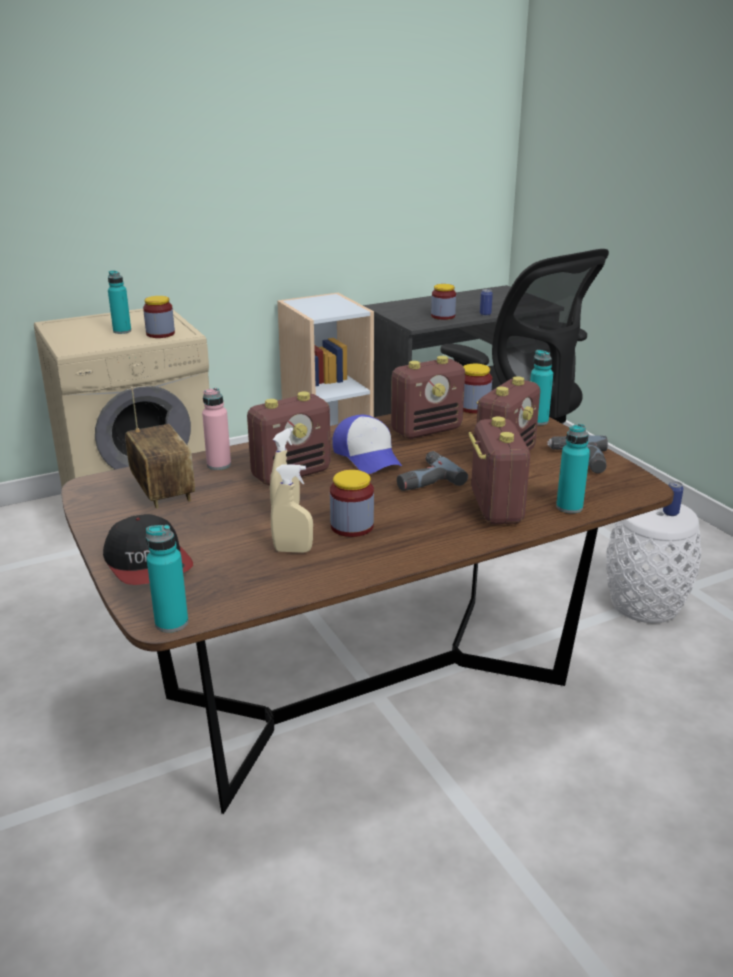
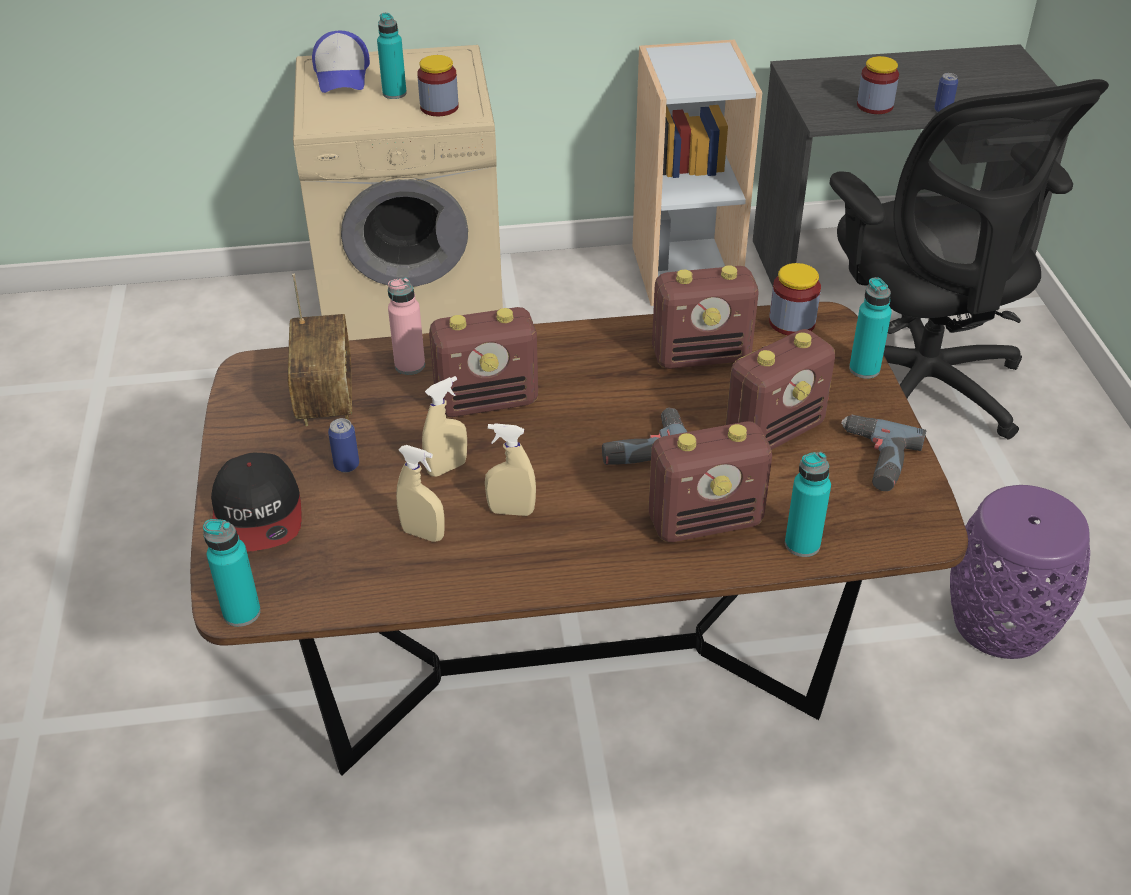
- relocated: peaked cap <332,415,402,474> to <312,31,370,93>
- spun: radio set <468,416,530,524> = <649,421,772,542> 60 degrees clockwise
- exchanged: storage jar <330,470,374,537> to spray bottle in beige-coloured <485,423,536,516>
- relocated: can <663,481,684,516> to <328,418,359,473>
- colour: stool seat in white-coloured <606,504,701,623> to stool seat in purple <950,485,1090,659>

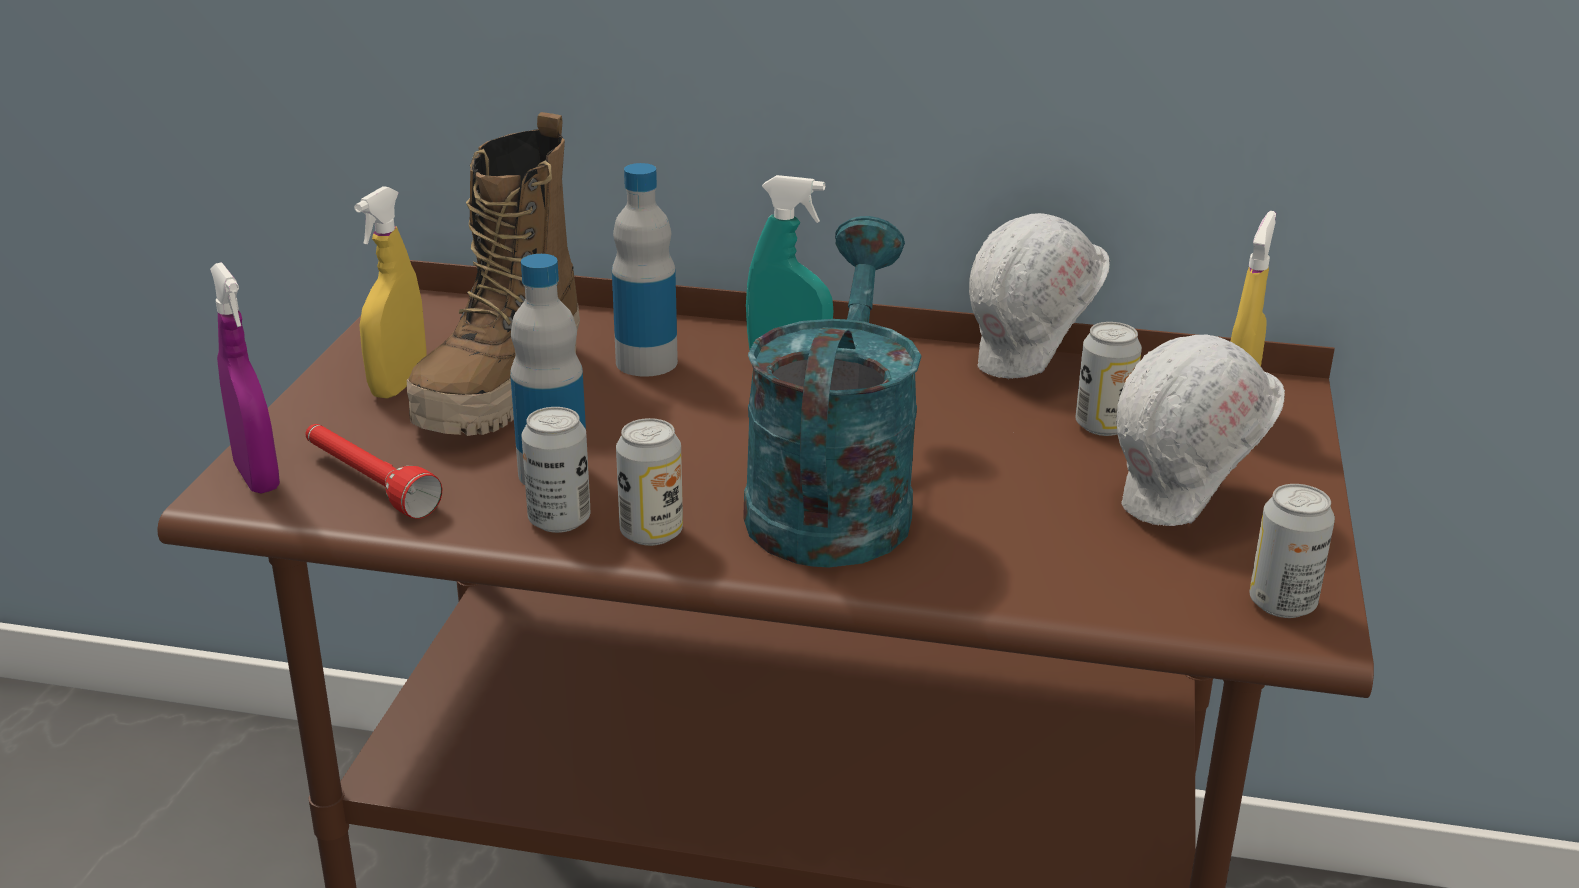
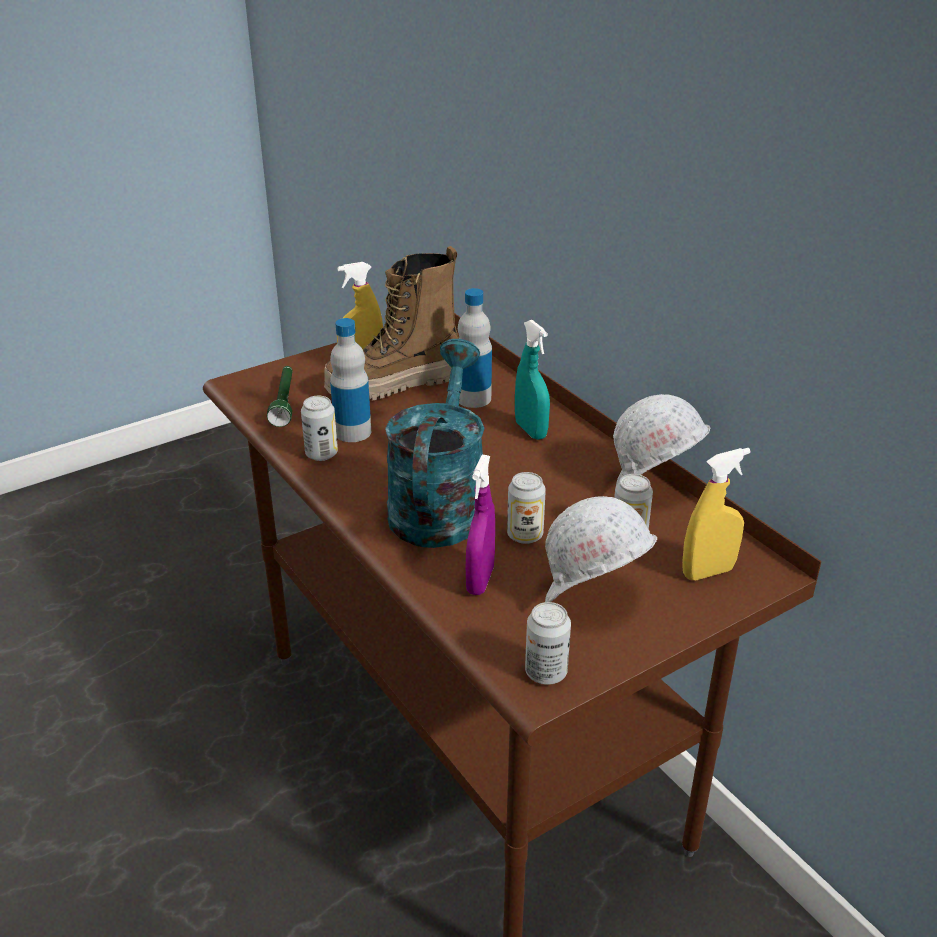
- spun: watering pot in turquoise-coloured <743,216,921,568> = <385,339,485,548> 45 degrees counterclockwise
- relocated: spray bottle in purple <210,262,280,493> to <466,455,495,595>
- relocated: can <616,418,683,546> to <507,472,546,544>
- colour: hand torch in red-coloured <306,424,442,519> to hand torch in greenish <267,366,293,427>

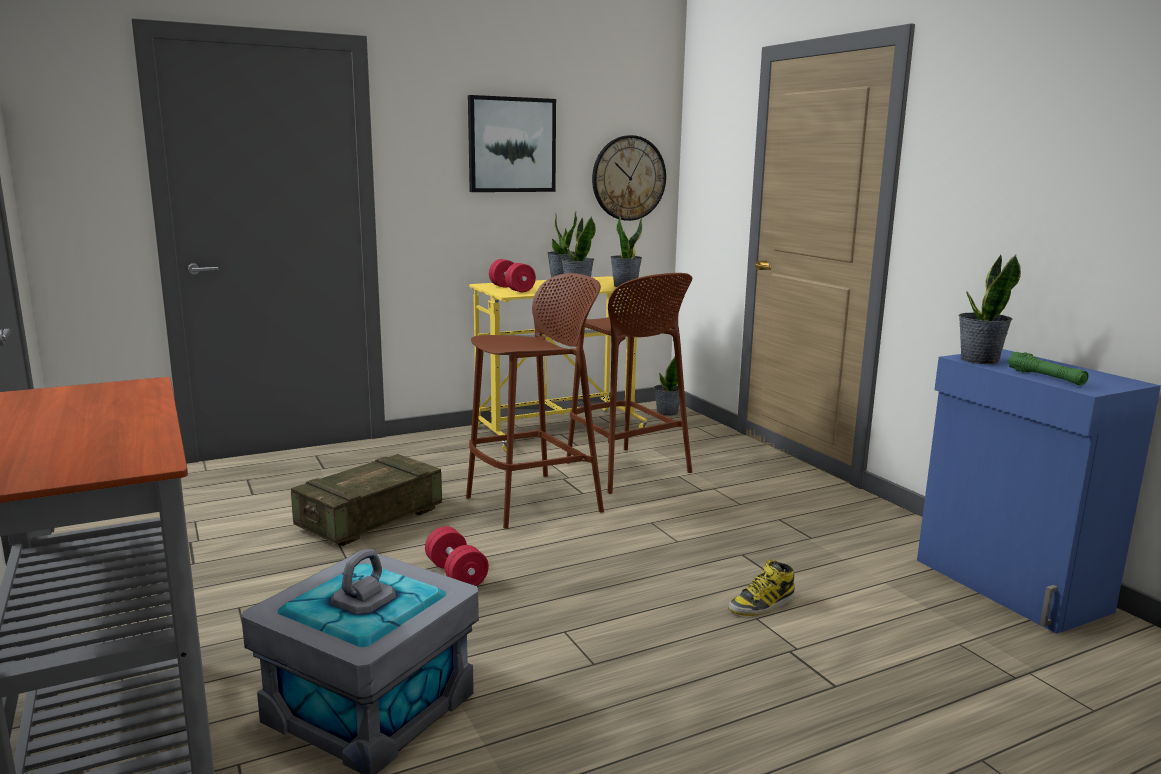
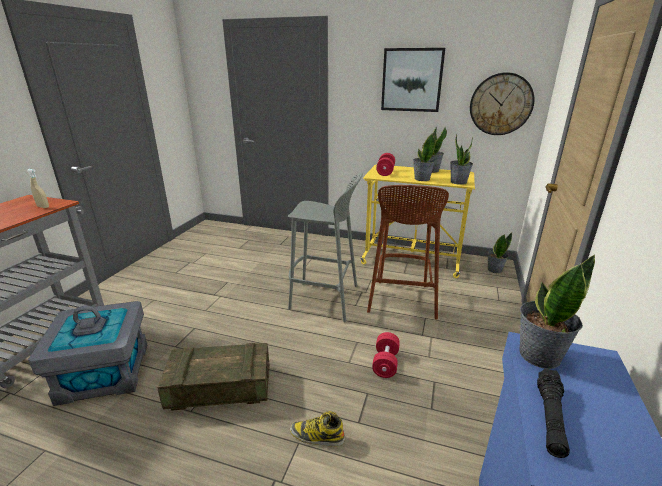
- colour: stool seat in brownish <466,273,604,528> to stool seat in gray <288,173,363,322>
- colour: hand torch in greenish <1007,352,1089,385> to hand torch in black <537,368,570,458>
- relocated: crate <291,454,442,546> to <157,343,270,411>
- relocated: free weight in red-coloured <425,526,489,586> to <372,332,400,378>
- appeared: spray bottle in beige-coloured <27,169,49,208>

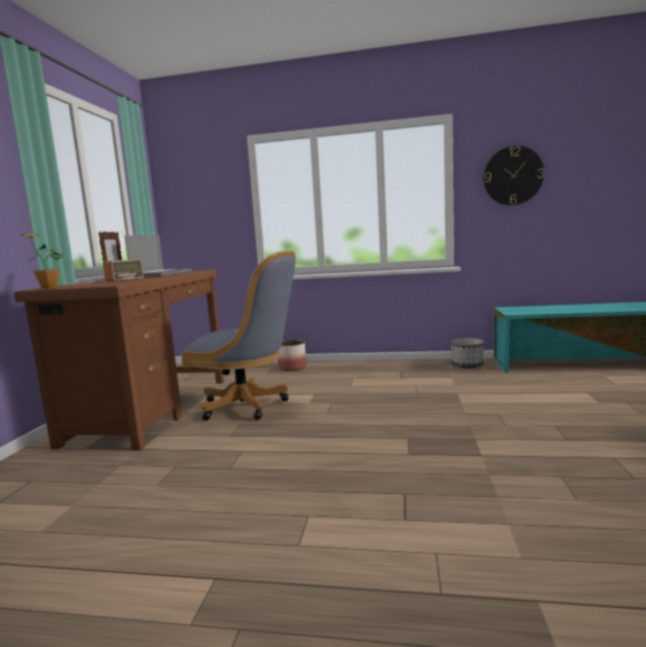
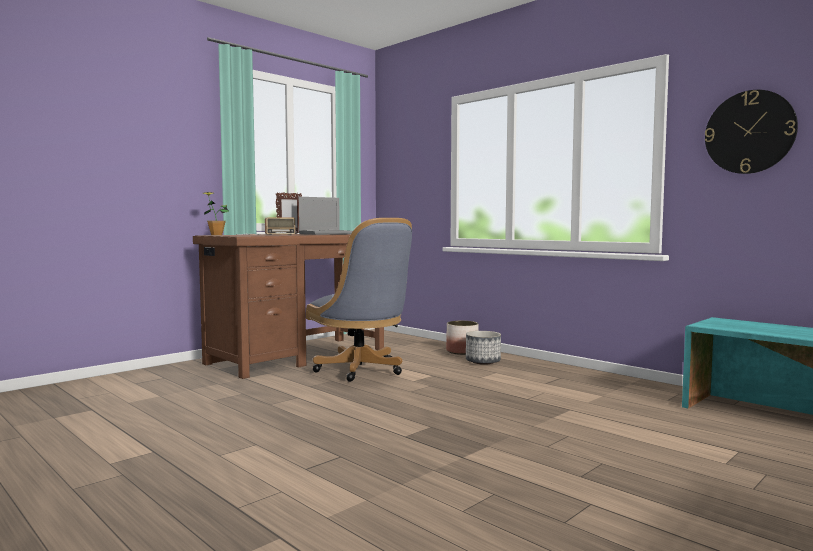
- relocated: flower pot <451,338,484,368> to <466,331,501,365>

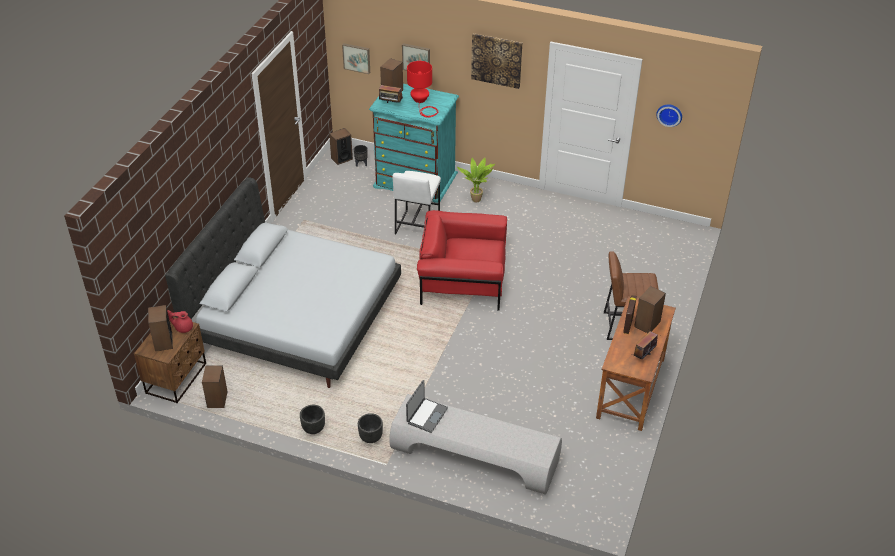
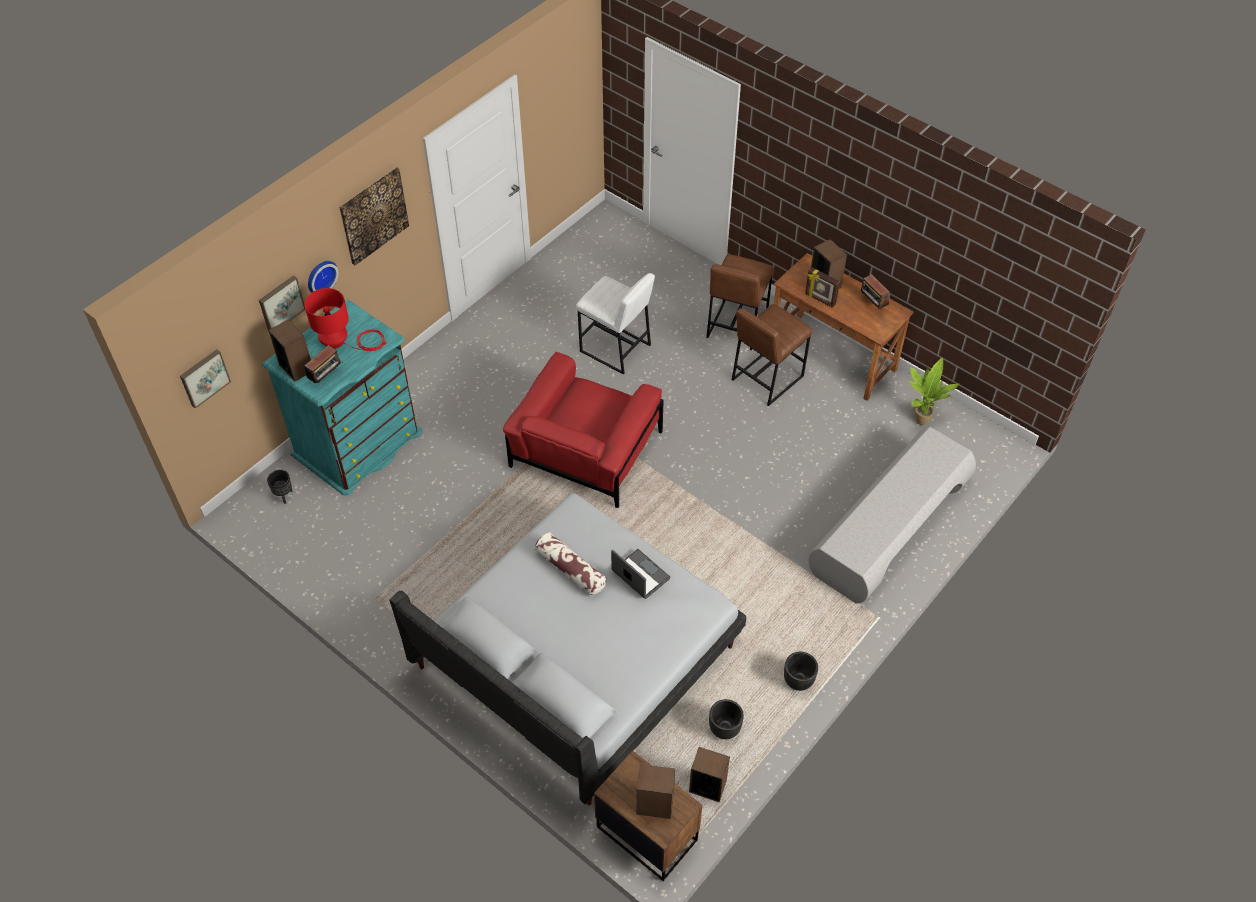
- relocated: clock on the wall <656,104,682,127> to <308,261,338,293>
- missing: audio speaker <329,128,353,165>
- relocated: potted plant <457,157,496,202> to <909,358,959,425>
- relocated: plain chair in white-coloured <392,171,441,234> to <576,273,655,375>
- missing: pot for tea in red-coloured <167,310,193,333>
- relocated: portable computer <406,380,448,433> to <611,549,670,599>
- relocated: flower pot in black <358,413,383,443> to <709,699,744,739>
- appeared: plain chair in brownish <732,304,812,406>
- appeared: throw pillow <535,533,607,595>

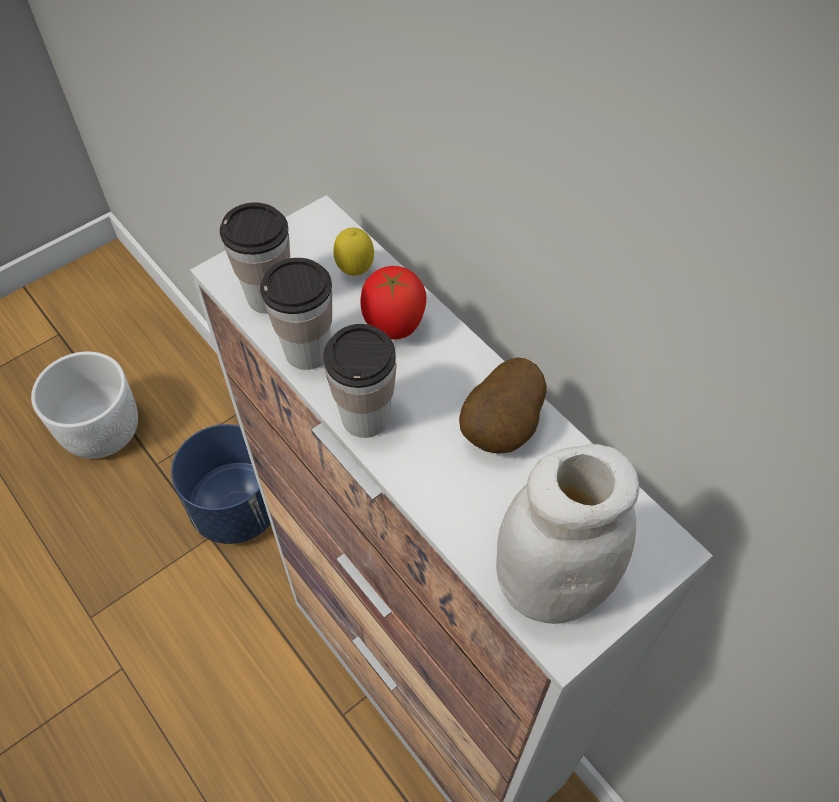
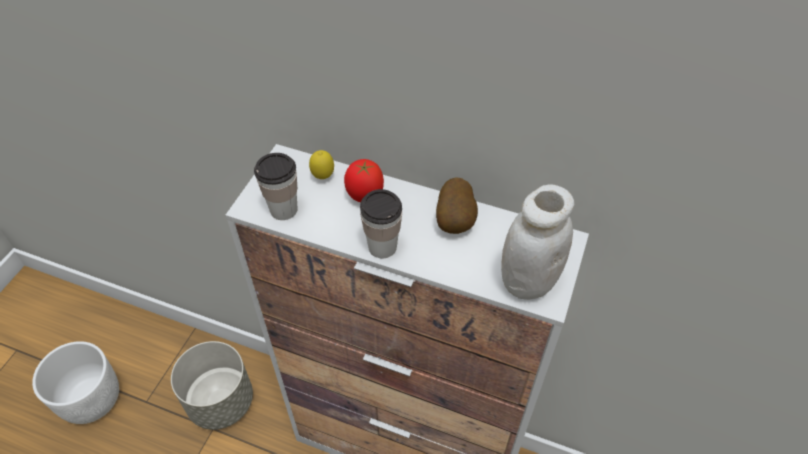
- missing: drinking cup <260,258,332,370>
- colour: flower pot in bluish <171,424,271,544> to flower pot in gray <171,341,253,430>

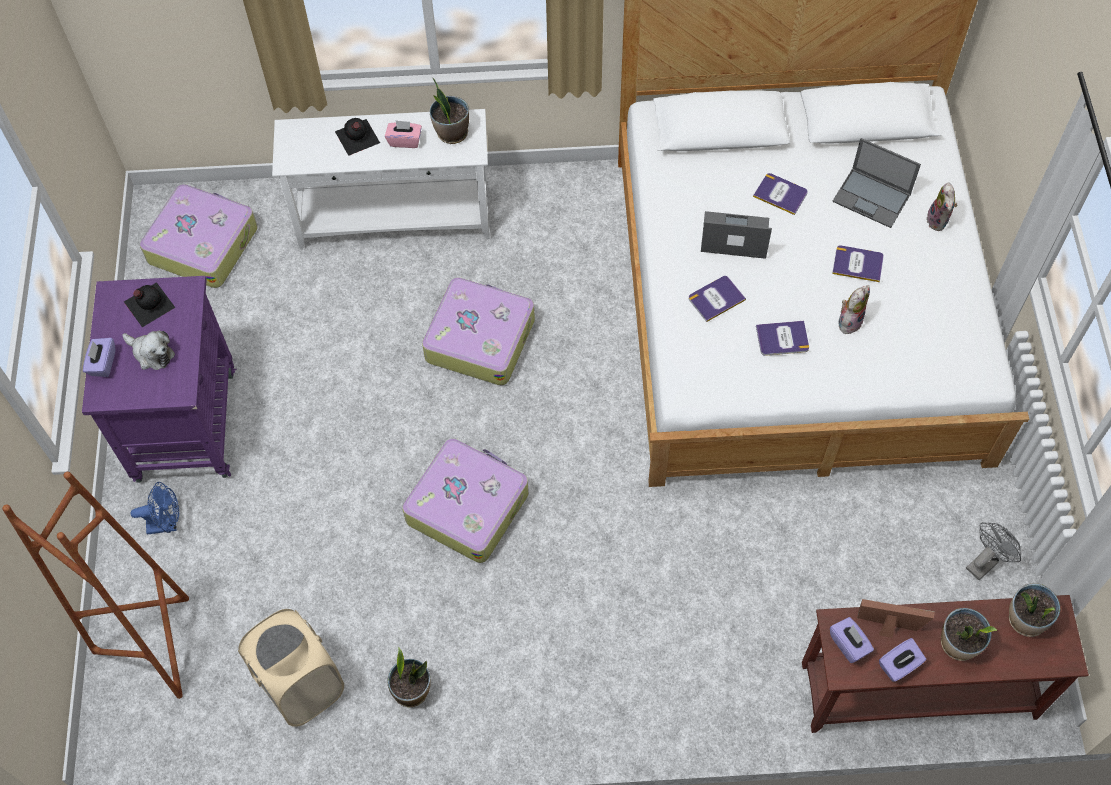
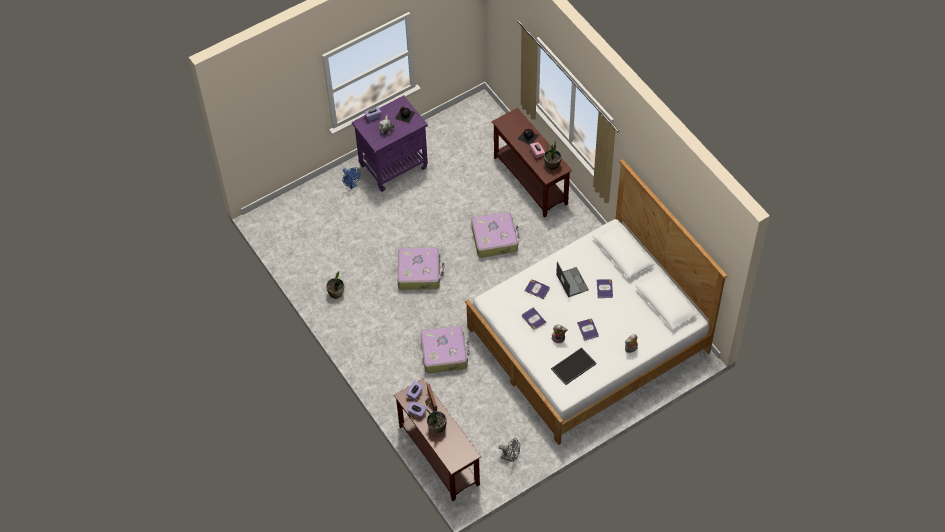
- colour: console table in white-coloured <272,109,489,249> to console table in brownish <492,108,572,218>
- missing: portable computer <832,138,921,228>
- relocated: travel case <140,183,258,288> to <420,326,470,373>
- missing: clothes rack in brownish <2,472,189,699>
- missing: potted plant <1009,583,1060,637>
- missing: washing basket in beige-coloured <238,609,344,727>
- appeared: carrying tray <551,347,597,385>

